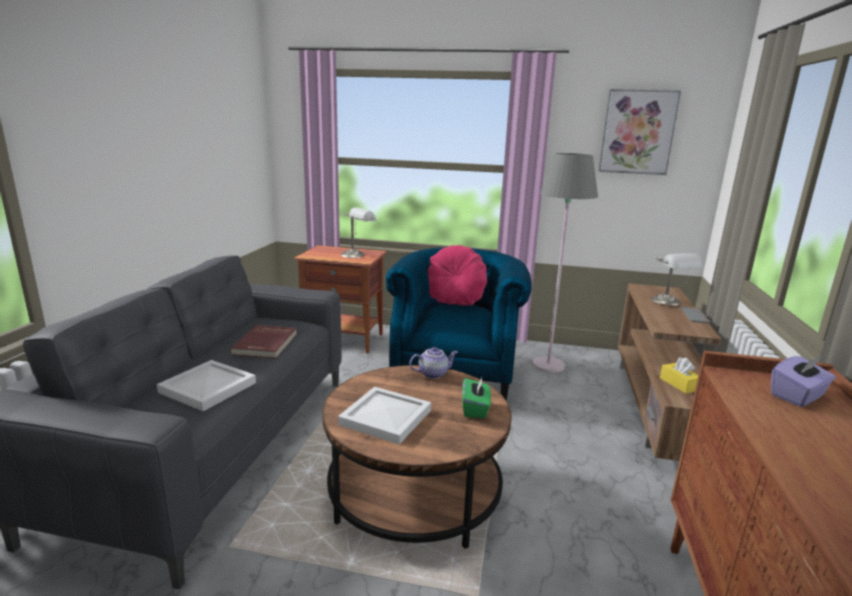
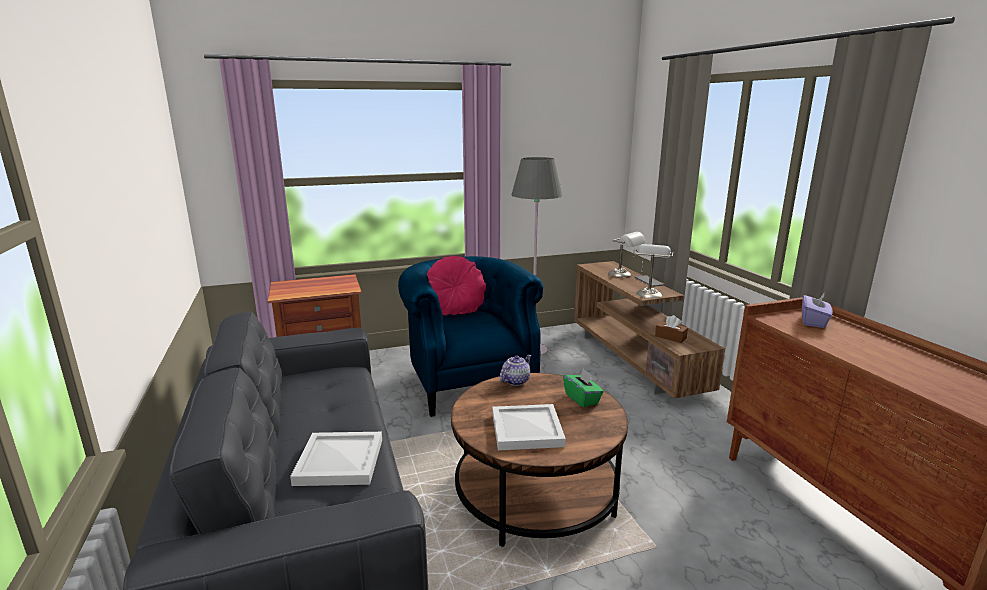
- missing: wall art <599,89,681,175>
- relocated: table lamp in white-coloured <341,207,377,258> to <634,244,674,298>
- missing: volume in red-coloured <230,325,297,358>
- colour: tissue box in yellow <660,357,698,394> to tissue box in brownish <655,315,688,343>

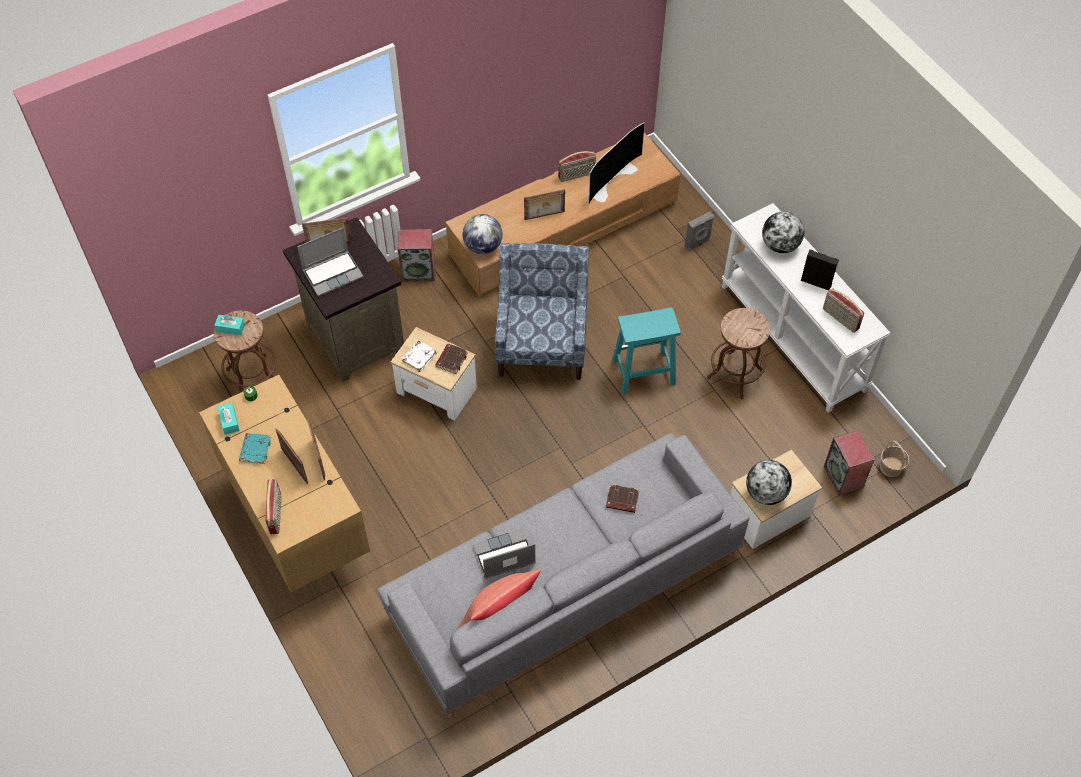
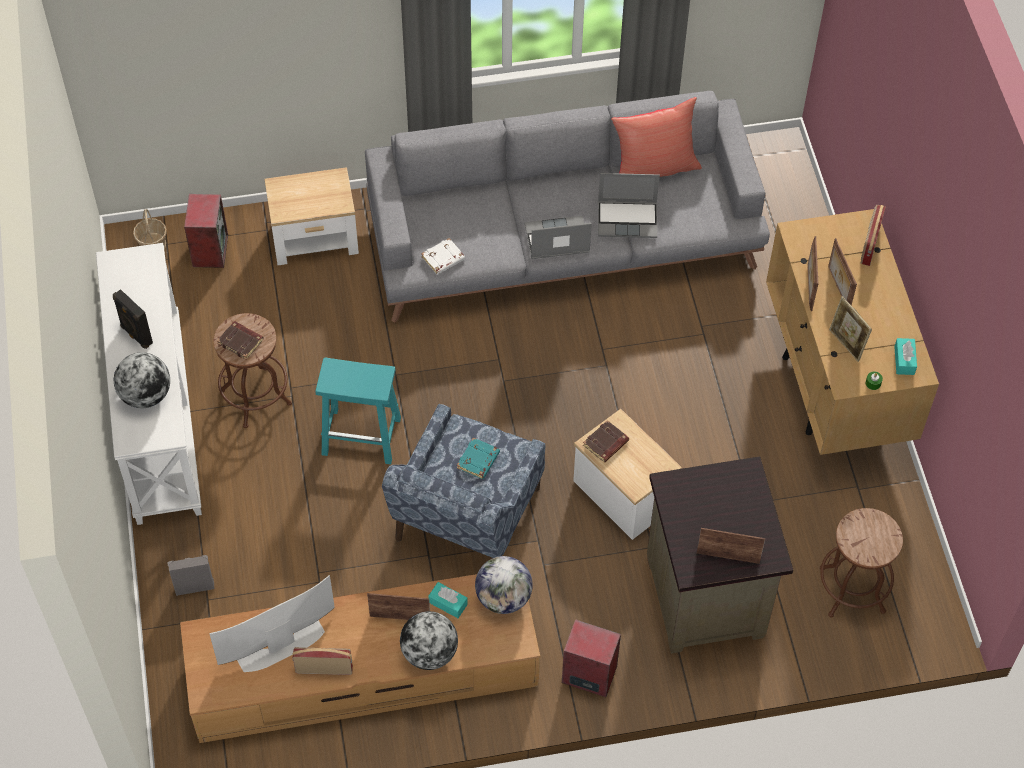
- relocated: portable computer <297,227,363,297> to <525,216,592,259>
- missing: radio set <823,288,864,333>
- relocated: tissue box in turquoise-coloured <214,315,245,335> to <428,582,468,618>
- relocated: volume in white-coloured <401,341,436,372> to <421,238,465,275>
- relocated: volume in turquoise-coloured <239,433,271,464> to <457,437,500,479>
- relocated: world globe <746,460,792,505> to <400,611,458,670>
- relocated: volume in brownish <606,484,639,513> to <217,321,264,360>
- appeared: picture frame <829,296,872,362>

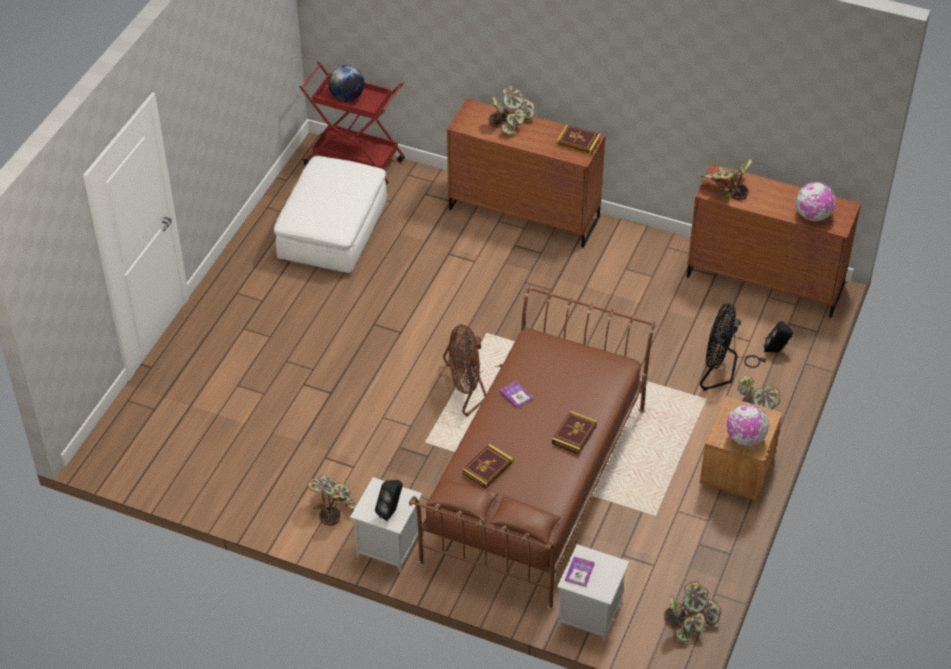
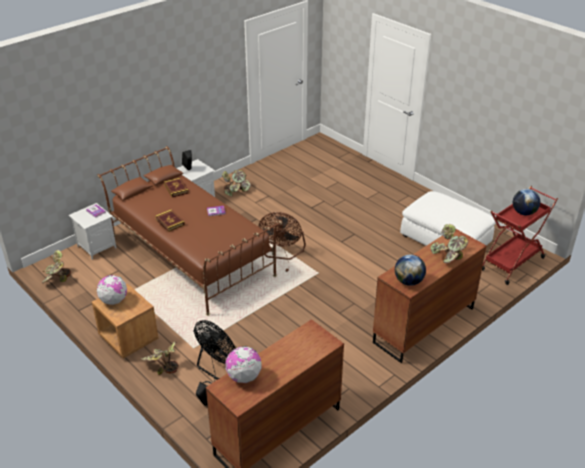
- exchanged: volume <556,125,601,155> to world globe <395,254,426,286>
- missing: potted plant <701,159,752,200>

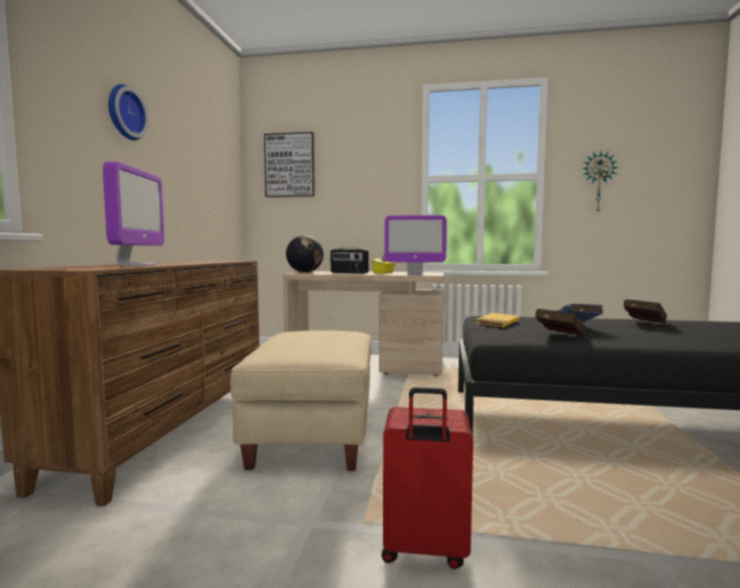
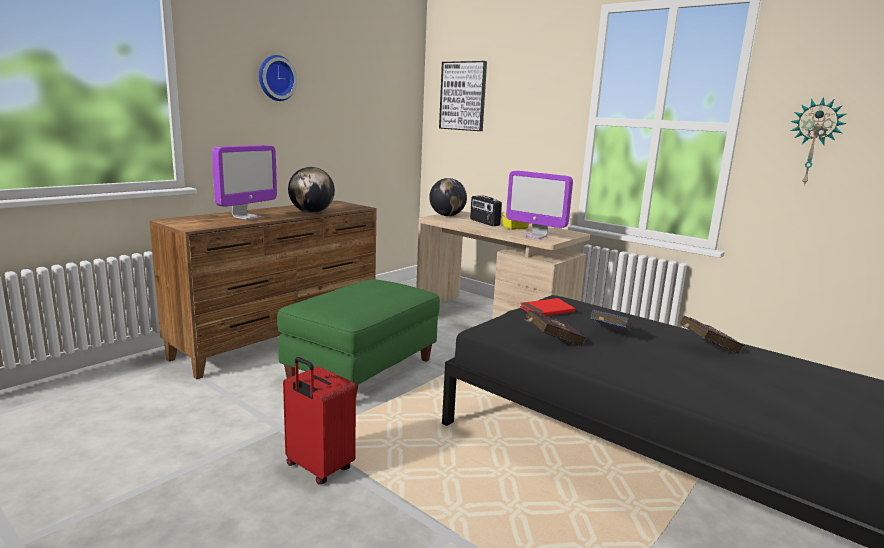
- colour: volume in yellow <476,313,519,327> to volume in red-coloured <520,298,575,316>
- colour: ottoman in beige-coloured <230,330,371,471> to ottoman in greenish <277,279,440,396>
- appeared: world globe <288,167,335,213>

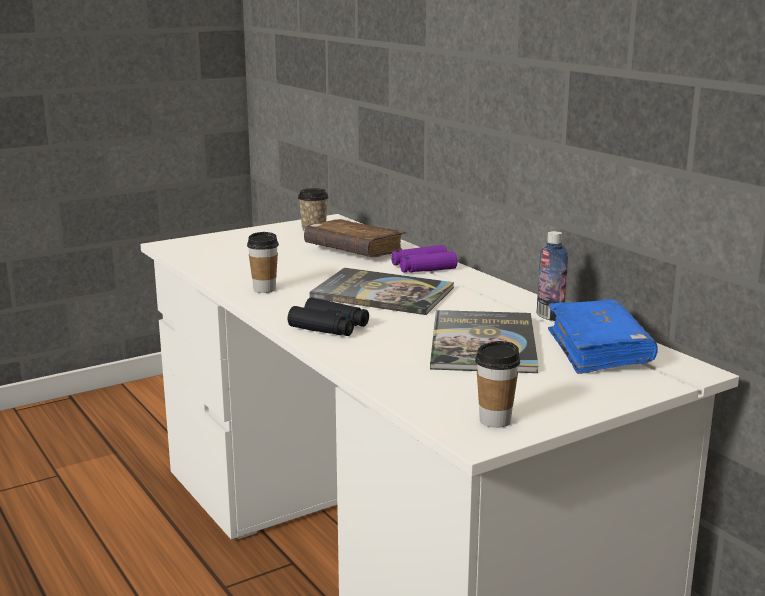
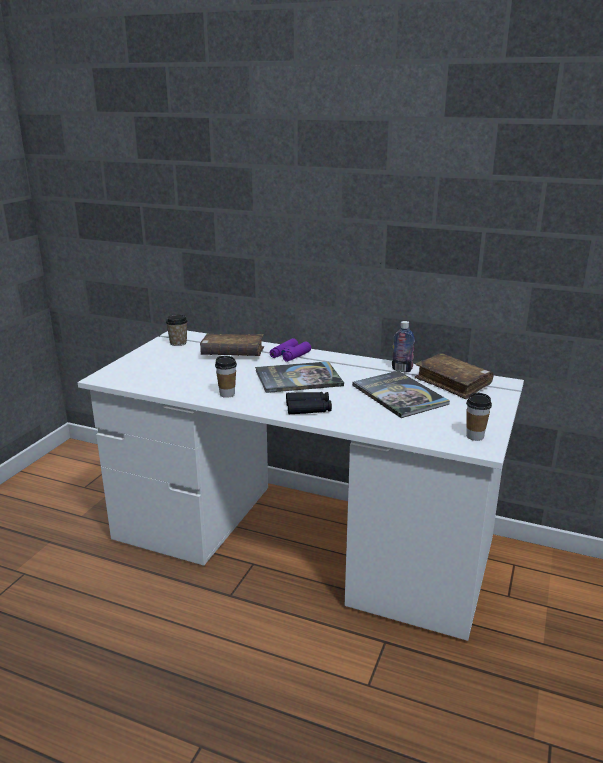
- colour: volume in bluish <548,299,658,374> to volume in brownish <415,353,493,399>

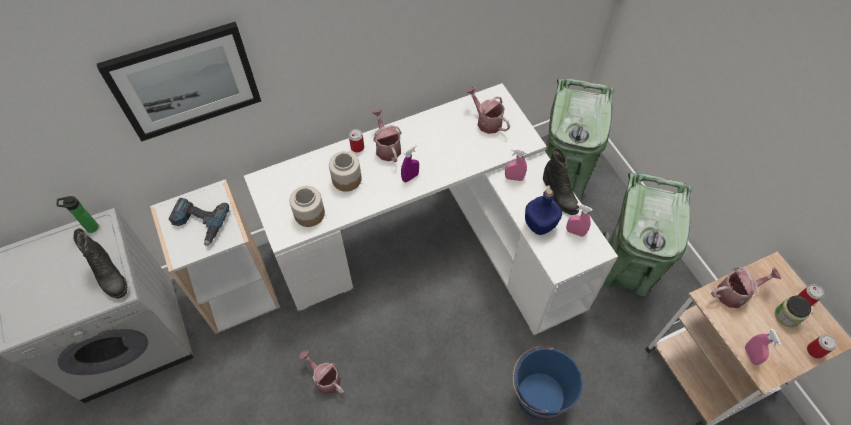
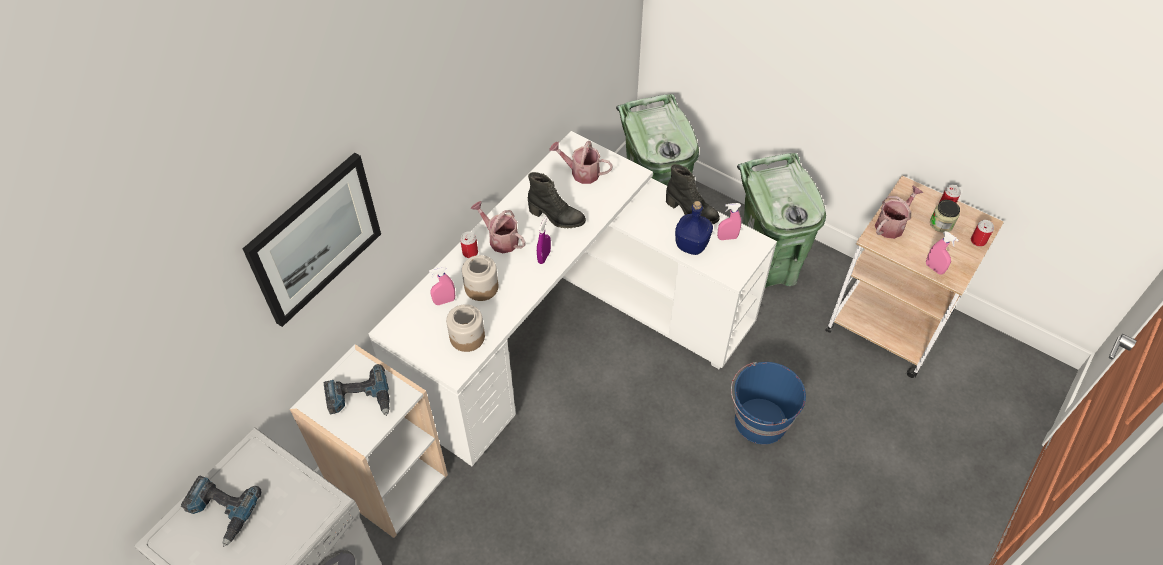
- relocated: spray bottle in pinkish <505,149,527,181> to <429,266,455,305>
- missing: bottle <57,196,99,233>
- relocated: boot in black <73,228,127,299> to <528,172,586,228>
- missing: watering pot <299,350,344,394>
- appeared: drill <181,476,261,547>

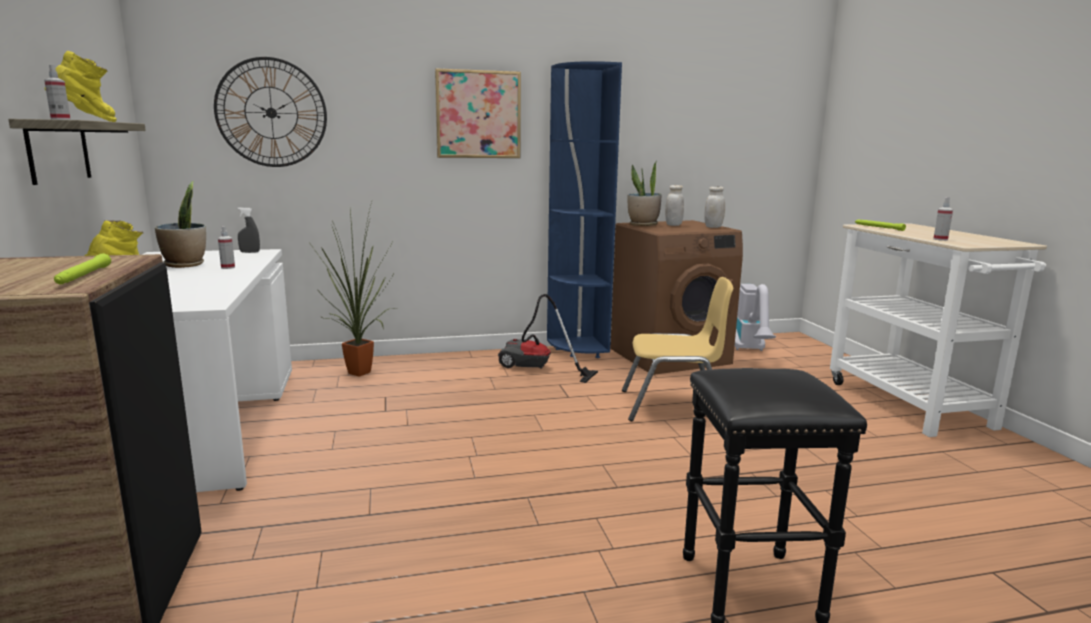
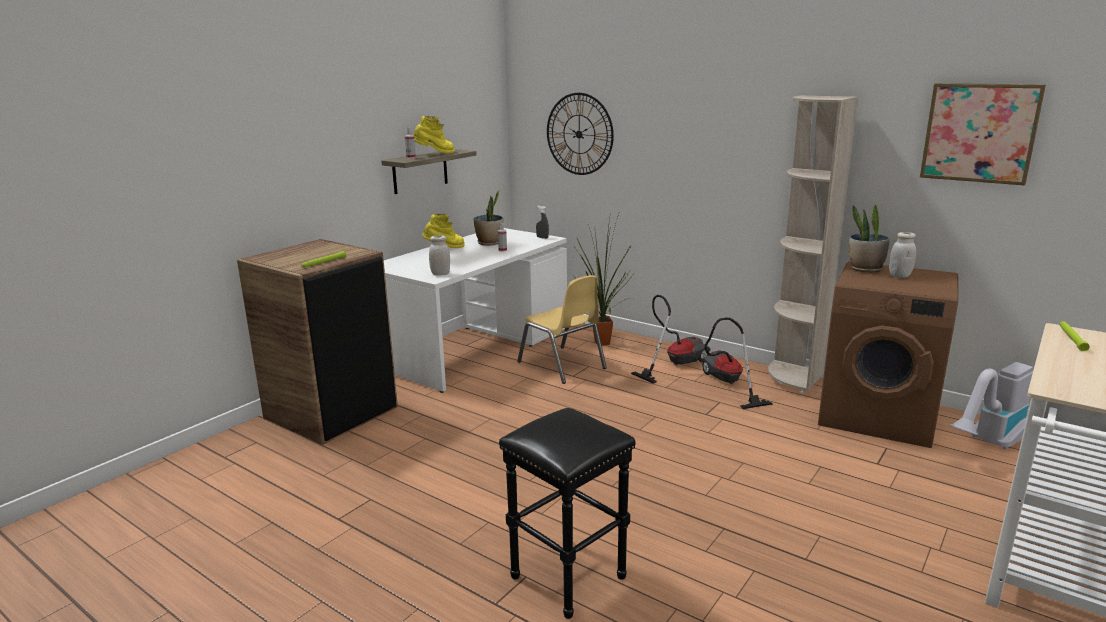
- colour: shelving unit in bluish <547,61,622,358> to shelving unit in beige-coloured <768,96,858,393>
- relocated: wall art <435,68,521,158> to <920,83,1046,186>
- relocated: storage jar in white-coloured <704,186,725,228> to <429,235,450,276>
- missing: spray bottle <933,197,953,241>
- relocated: plain chair in yellow <622,277,733,421> to <517,275,607,384>
- appeared: vacuum cleaner <631,295,711,384>

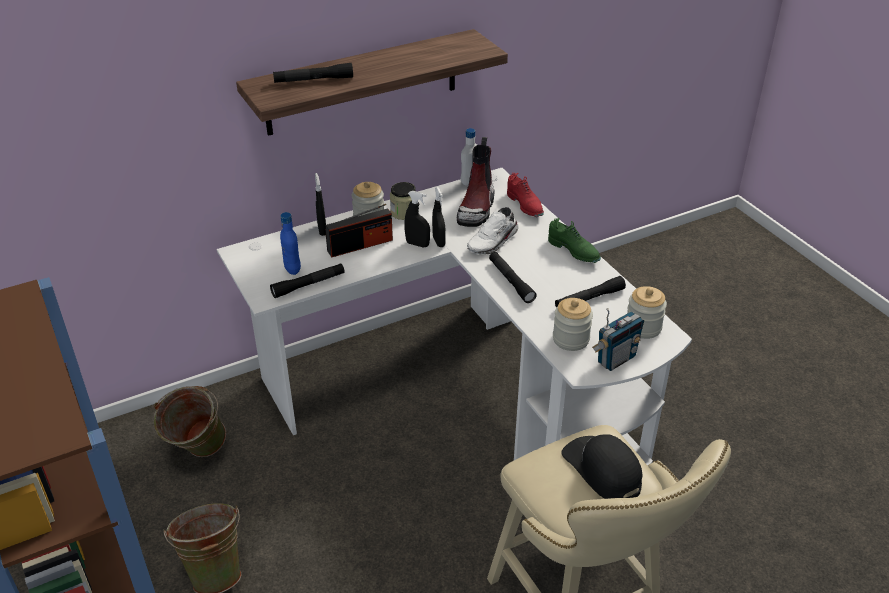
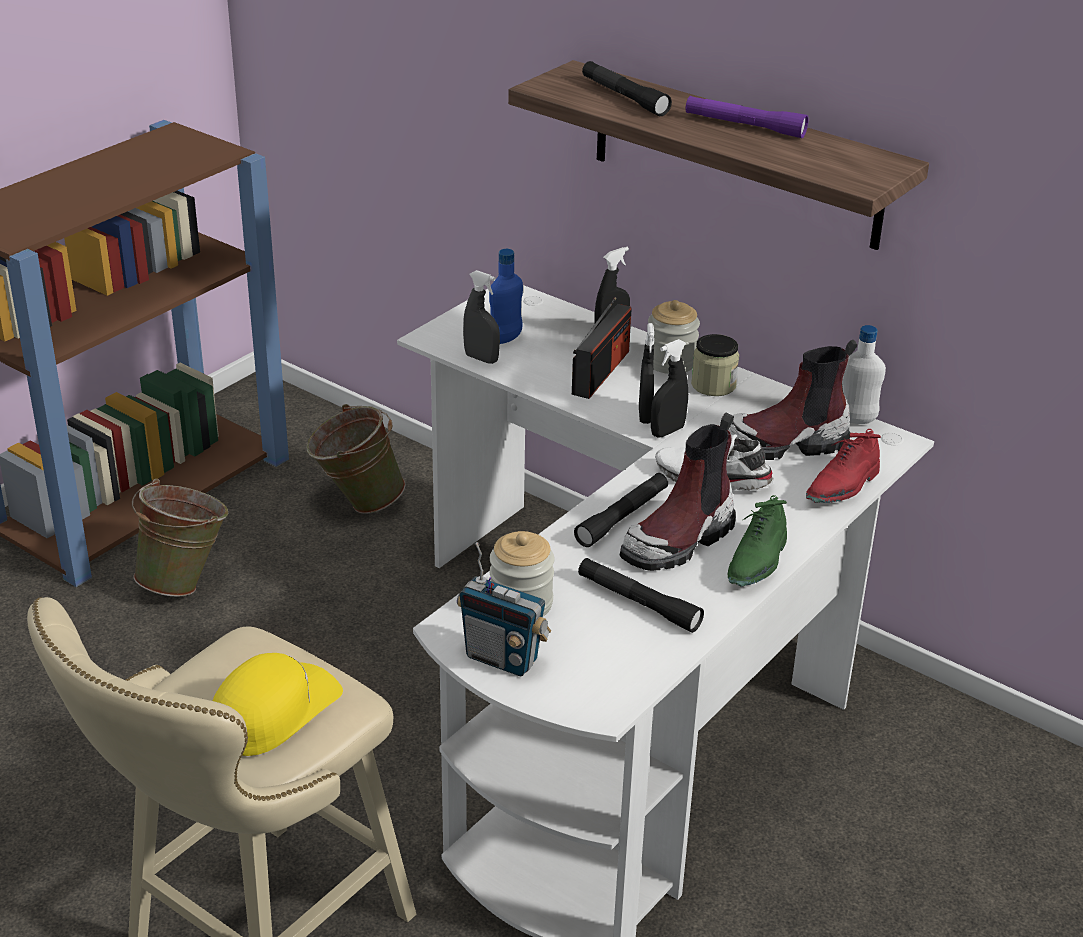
- spun: radio set <325,204,393,258> = <572,297,632,399> 105 degrees counterclockwise
- exchanged: hand torch in black <270,263,345,298> to spray bottle in gray <463,270,500,364>
- missing: storage jar <627,286,667,339>
- colour: peaked cap in black <561,434,642,499> to peaked cap in yellow <213,653,343,756>
- appeared: hand torch in purple <686,96,809,138>
- appeared: boot <620,412,736,571>

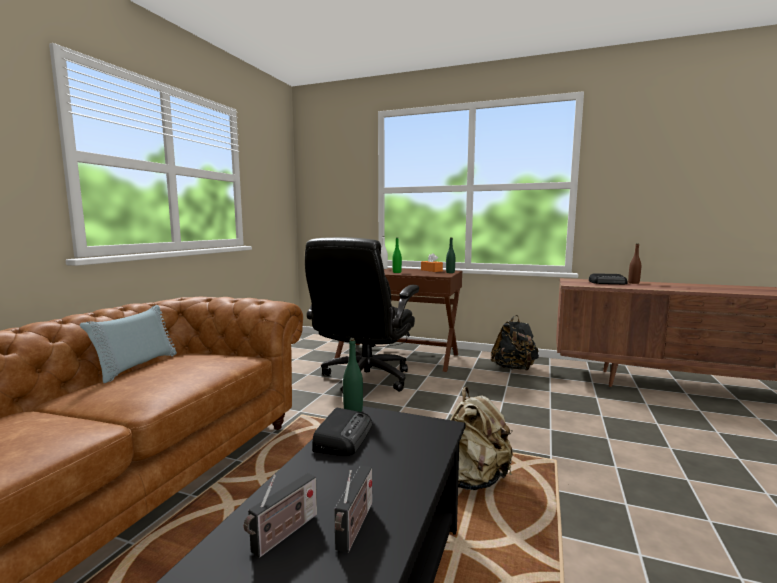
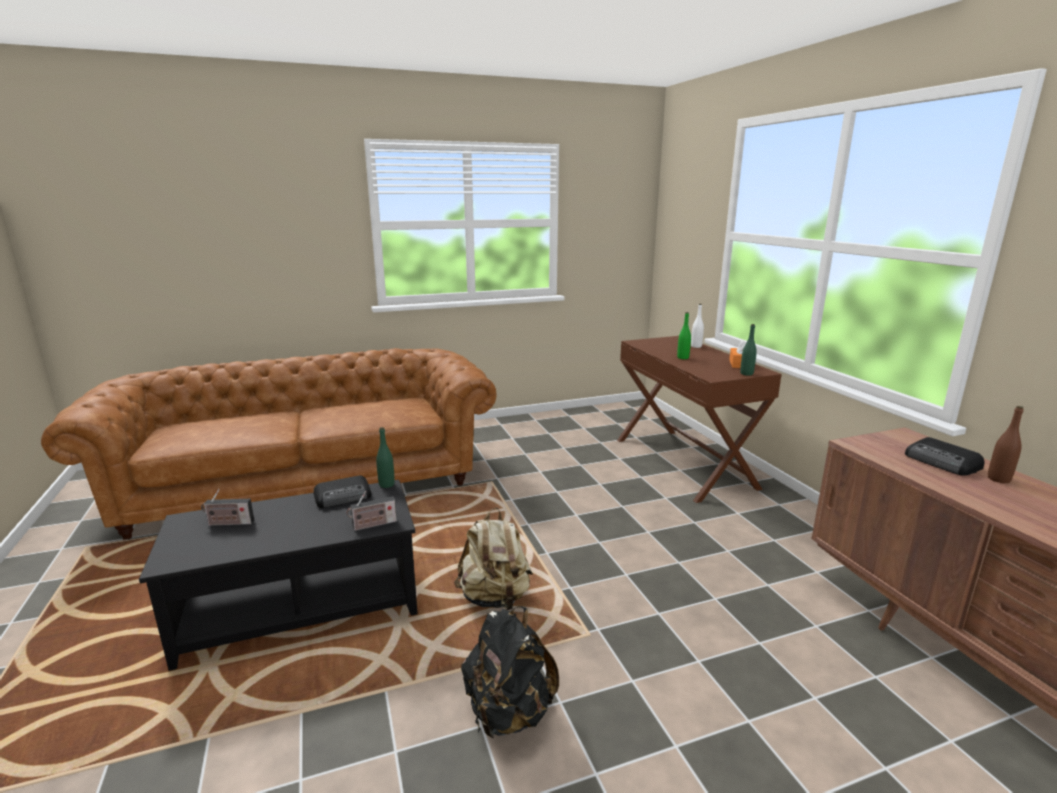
- missing: desk chair in black <305,237,419,393>
- missing: throw pillow in bluish <80,305,177,383>
- relocated: backpack in black <491,315,539,370> to <461,606,559,739>
- relocated: radio set <334,465,372,553> to <347,491,397,531>

